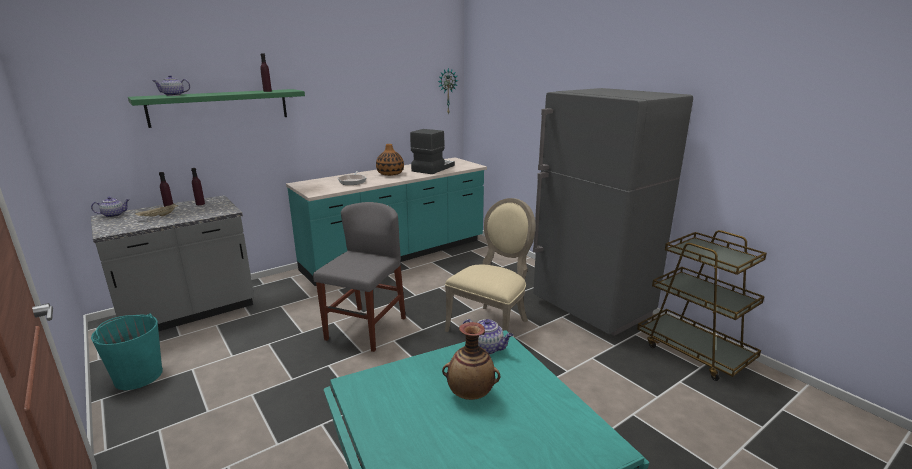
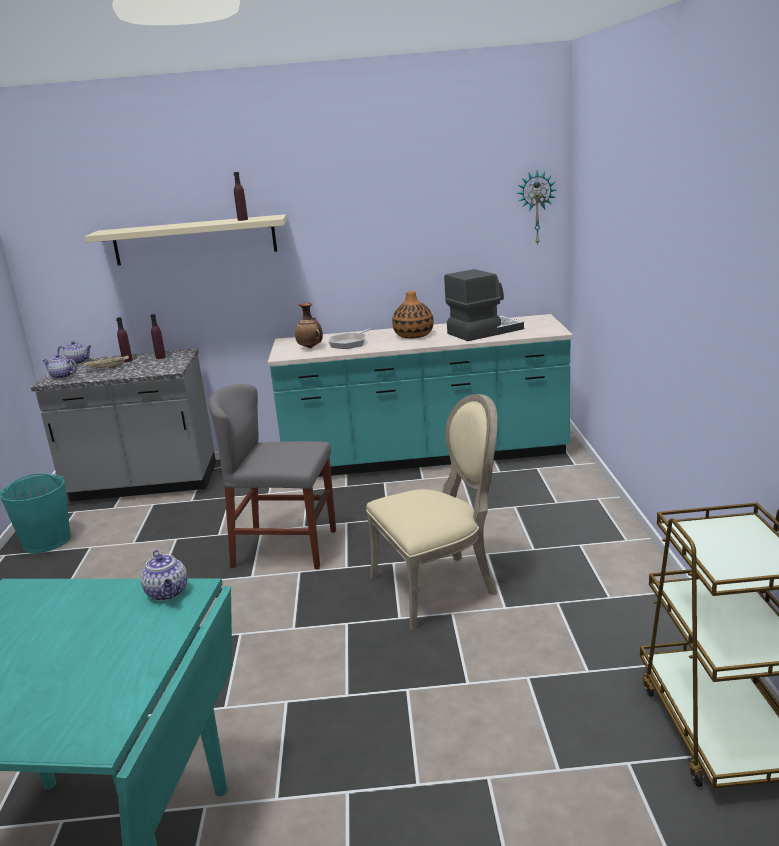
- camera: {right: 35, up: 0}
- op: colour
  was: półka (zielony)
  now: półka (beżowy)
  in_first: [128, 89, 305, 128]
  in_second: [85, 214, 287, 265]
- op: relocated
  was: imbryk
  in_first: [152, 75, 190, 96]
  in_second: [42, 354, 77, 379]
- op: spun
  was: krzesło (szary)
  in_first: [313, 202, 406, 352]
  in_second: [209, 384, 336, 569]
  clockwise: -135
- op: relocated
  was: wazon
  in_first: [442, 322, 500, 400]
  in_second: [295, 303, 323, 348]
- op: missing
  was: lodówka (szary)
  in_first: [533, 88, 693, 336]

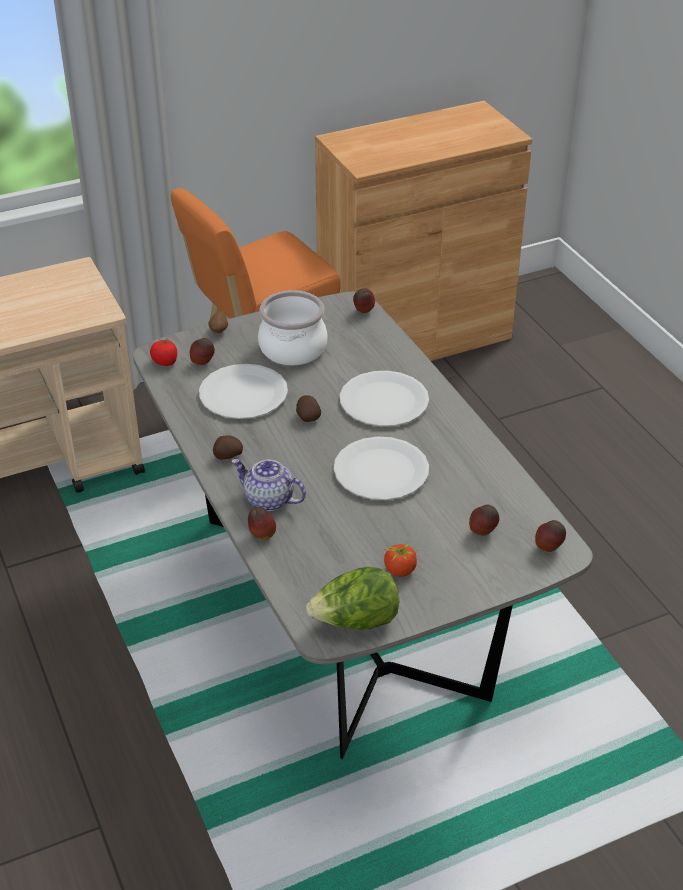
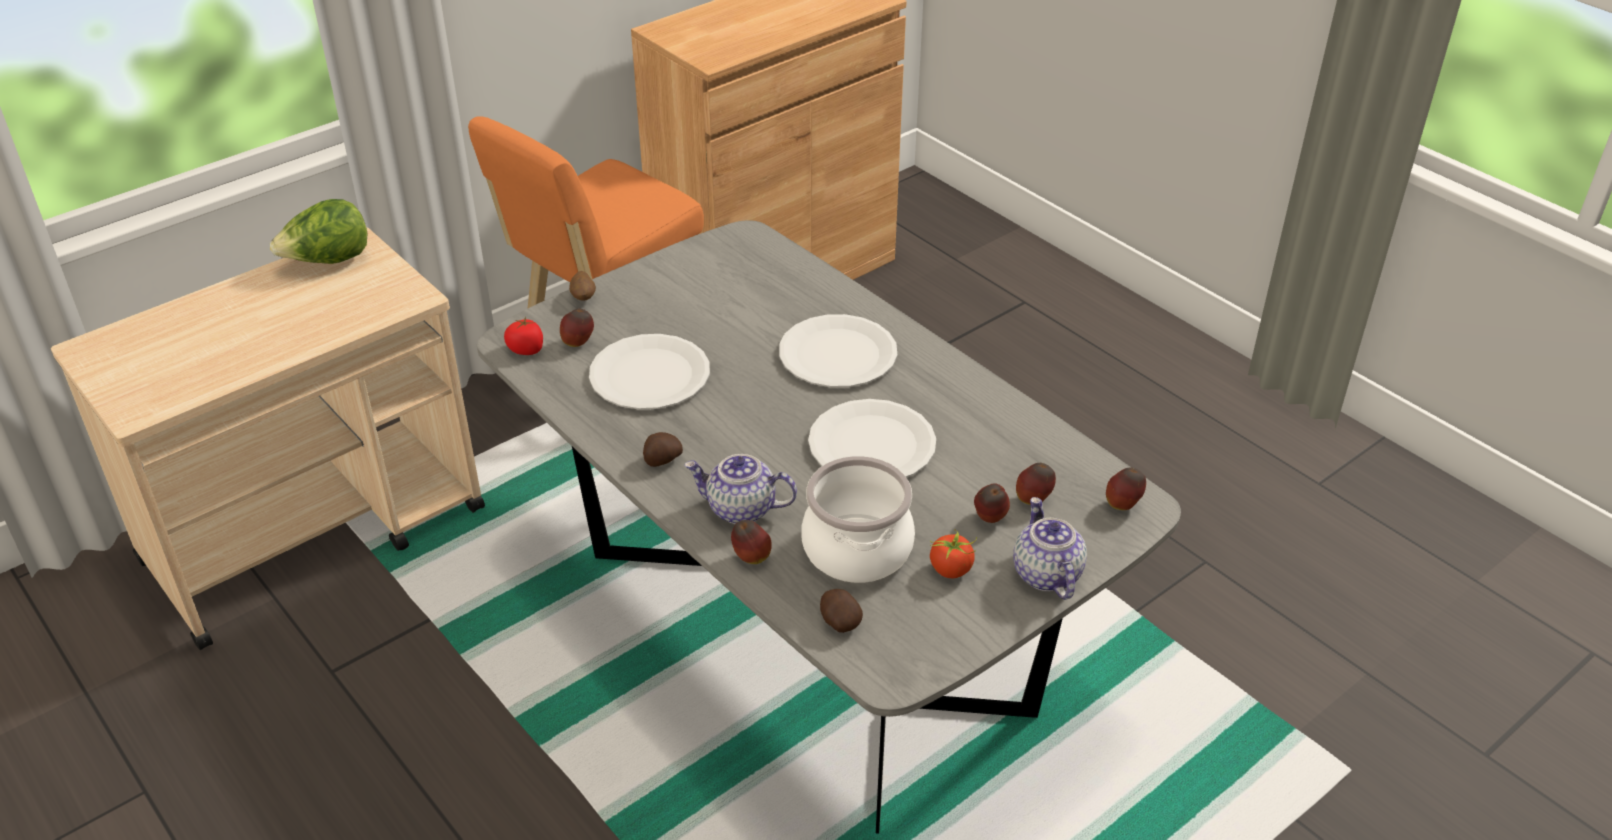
- camera: {right: -15, up: 0}
- op: relocated
  was: garnek
  in_first: [258, 290, 328, 365]
  in_second: [801, 456, 915, 583]
- op: relocated
  was: ziemniak
  in_first: [296, 395, 321, 422]
  in_second: [820, 589, 863, 633]
- op: relocated
  was: sałata
  in_first: [306, 567, 399, 630]
  in_second: [270, 199, 367, 264]
- op: relocated
  was: jabłko
  in_first: [353, 288, 375, 313]
  in_second: [974, 483, 1010, 523]
- op: appeared
  now: imbryk
  in_second: [1013, 497, 1087, 600]

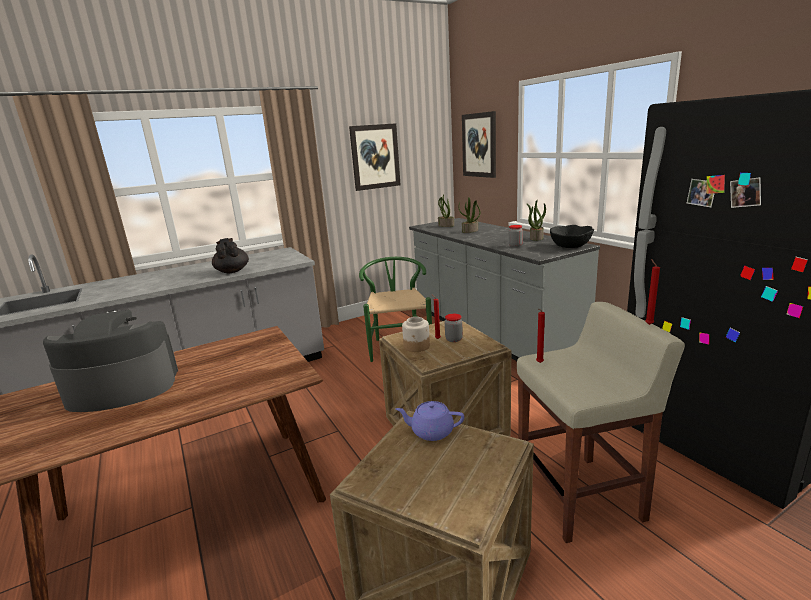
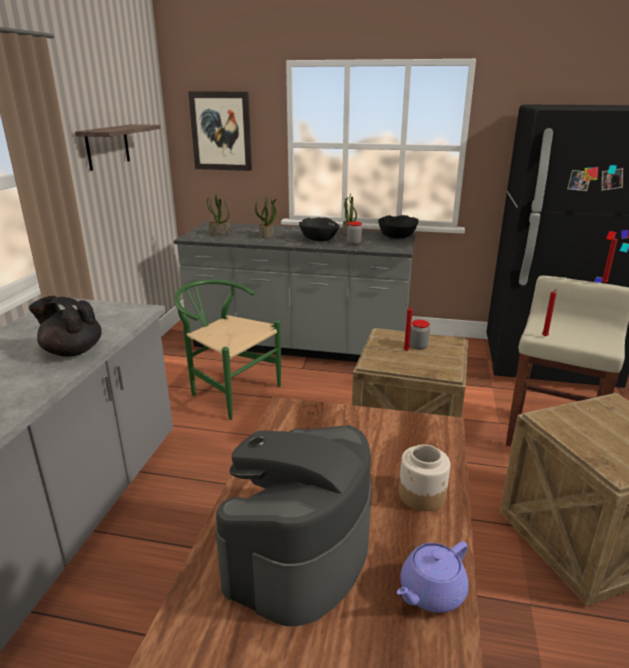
- camera: {right: -50, up: 5}
- op: exchanged
  was: obraz
  now: półka
  in_first: [349, 123, 401, 191]
  in_second: [75, 124, 161, 171]
- op: relocated
  was: imbryk (fioletowy)
  in_first: [396, 401, 464, 441]
  in_second: [397, 541, 469, 613]
- op: relocated
  was: słoik
  in_first: [402, 317, 430, 352]
  in_second: [399, 445, 450, 511]
- op: appeared
  now: miska (czarny)
  in_second: [299, 217, 339, 241]

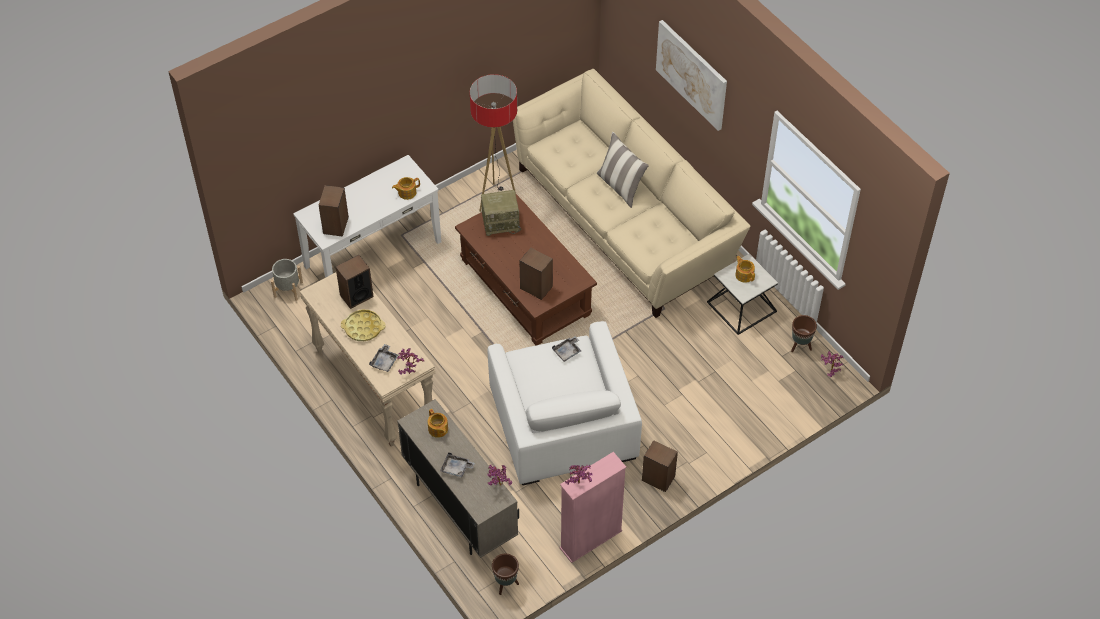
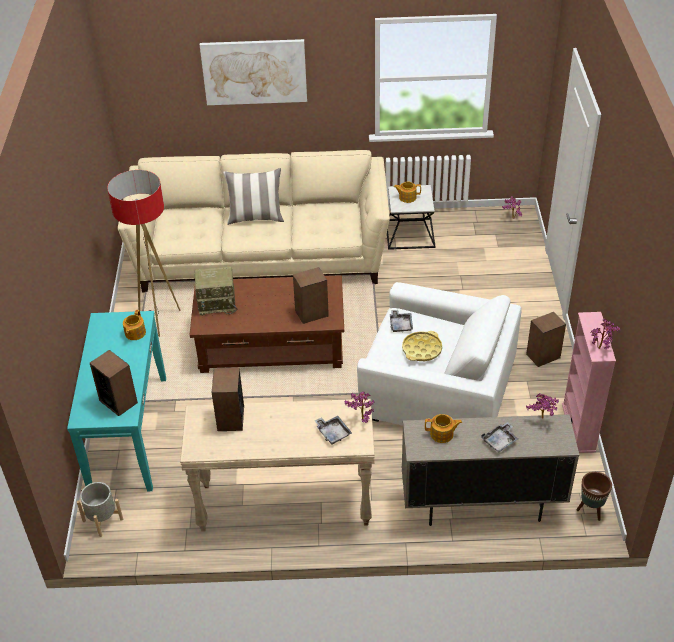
- camera: {right: -55, up: -10}
- op: colour
  was: stolik konsolowy (biały)
  now: stolik konsolowy (turkusowy)
  in_first: [293, 155, 441, 278]
  in_second: [67, 311, 166, 491]
- op: relocated
  was: taca (żółty)
  in_first: [341, 310, 385, 341]
  in_second: [402, 331, 442, 361]
- op: spun
  was: radio
  in_first: [481, 190, 521, 236]
  in_second: [194, 266, 237, 316]
  clockwise: 60
- op: missing
  was: donica (brązowy)
  in_first: [791, 315, 817, 352]

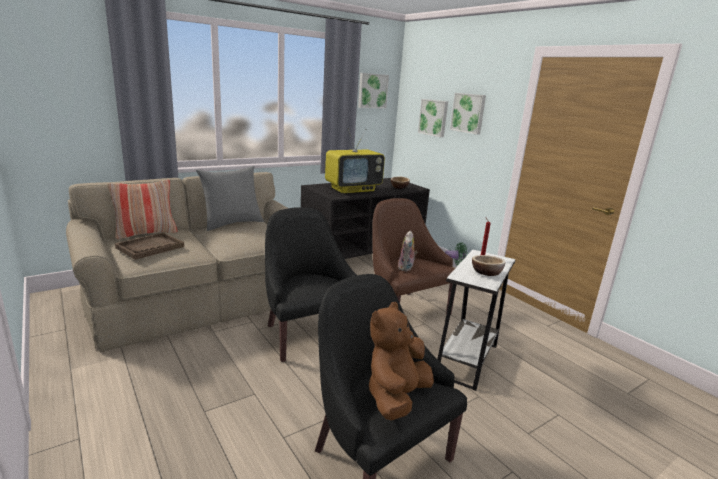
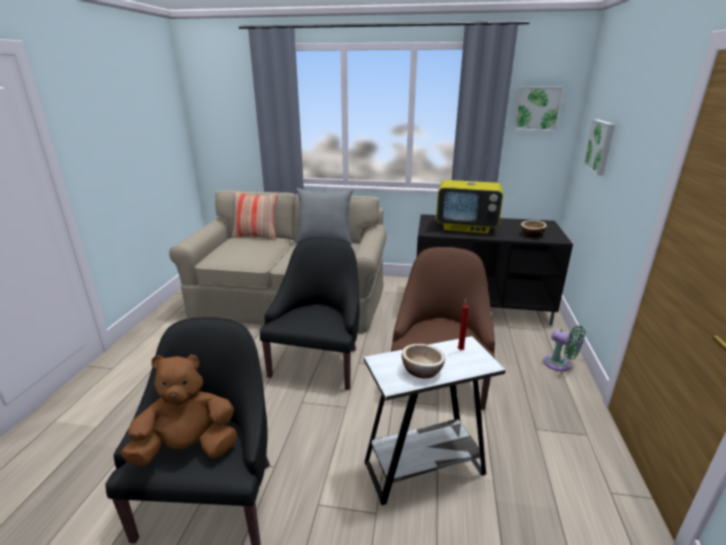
- camera: {right: 45, up: 5}
- op: missing
  was: taca (brązowy)
  in_first: [115, 232, 184, 260]
- op: missing
  was: pluszak
  in_first: [398, 231, 417, 271]
- op: missing
  was: obraz
  in_first: [450, 93, 486, 135]

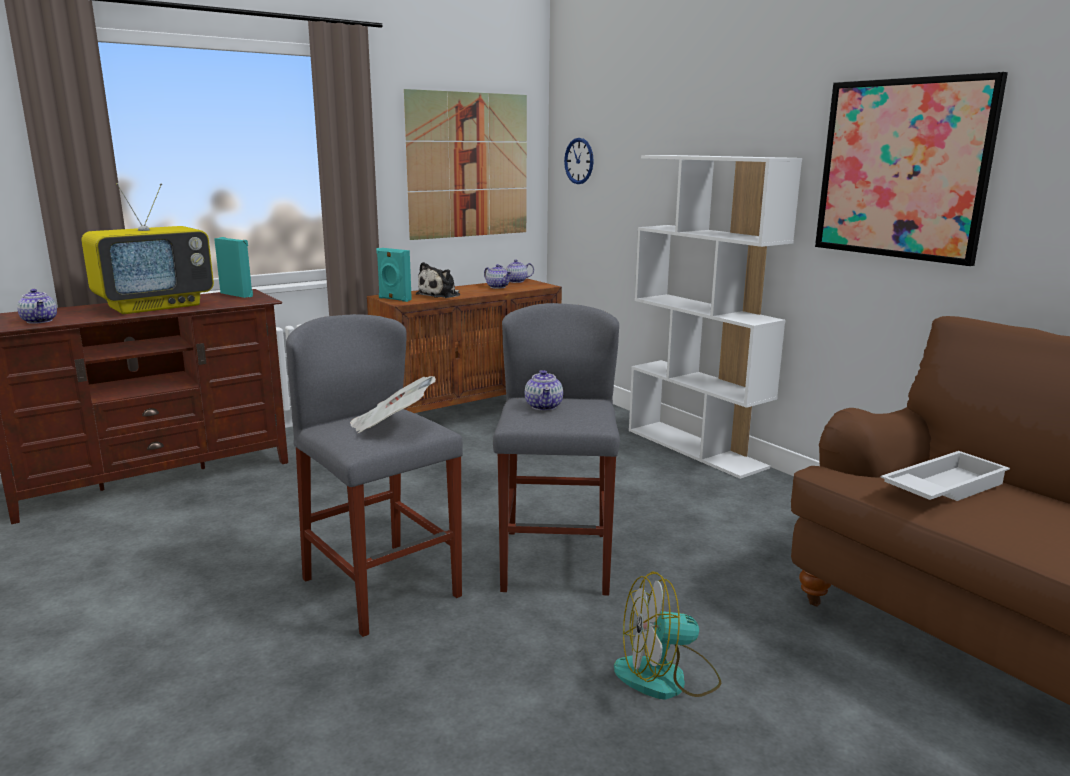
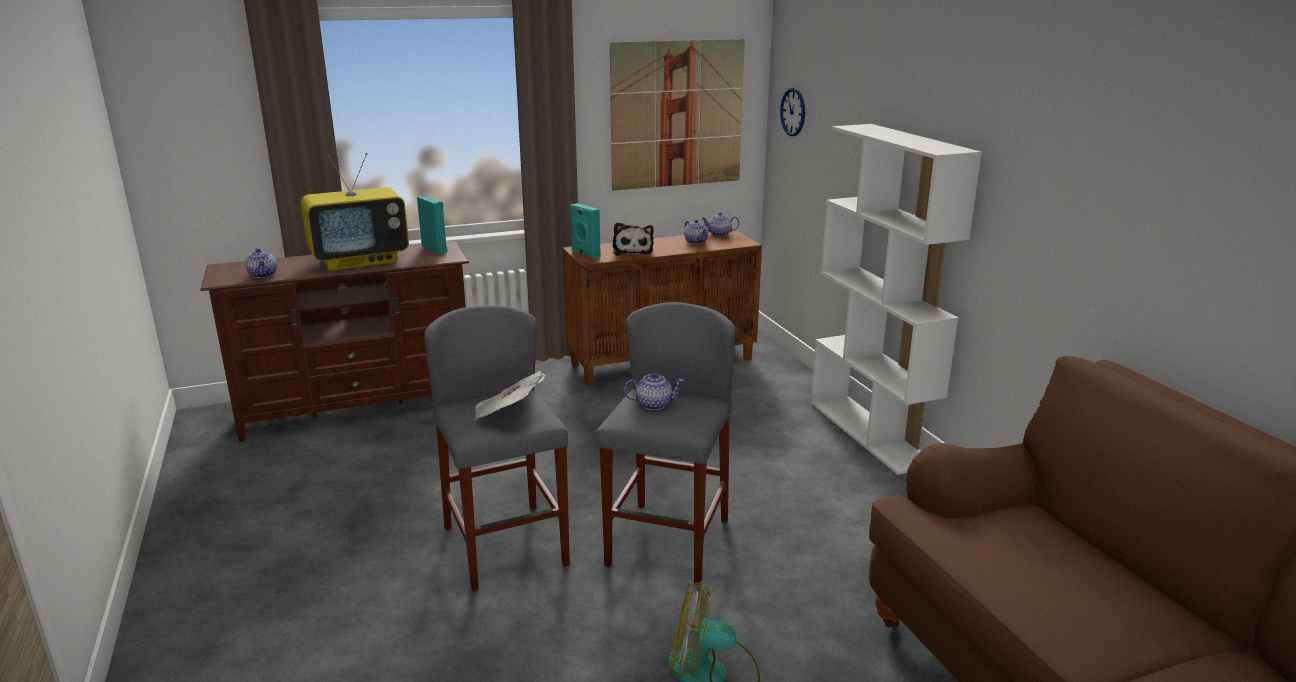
- camera: {right: 15, up: 5}
- op: spun
  was: pluszak
  in_first: [416, 262, 460, 298]
  in_second: [613, 222, 654, 256]
  clockwise: -60
- op: spun
  was: imbryk
  in_first: [525, 370, 563, 410]
  in_second: [624, 372, 684, 410]
  clockwise: -105
- op: missing
  was: obraz
  in_first: [815, 72, 1008, 266]
- op: missing
  was: taca (biały)
  in_first: [881, 451, 1010, 501]

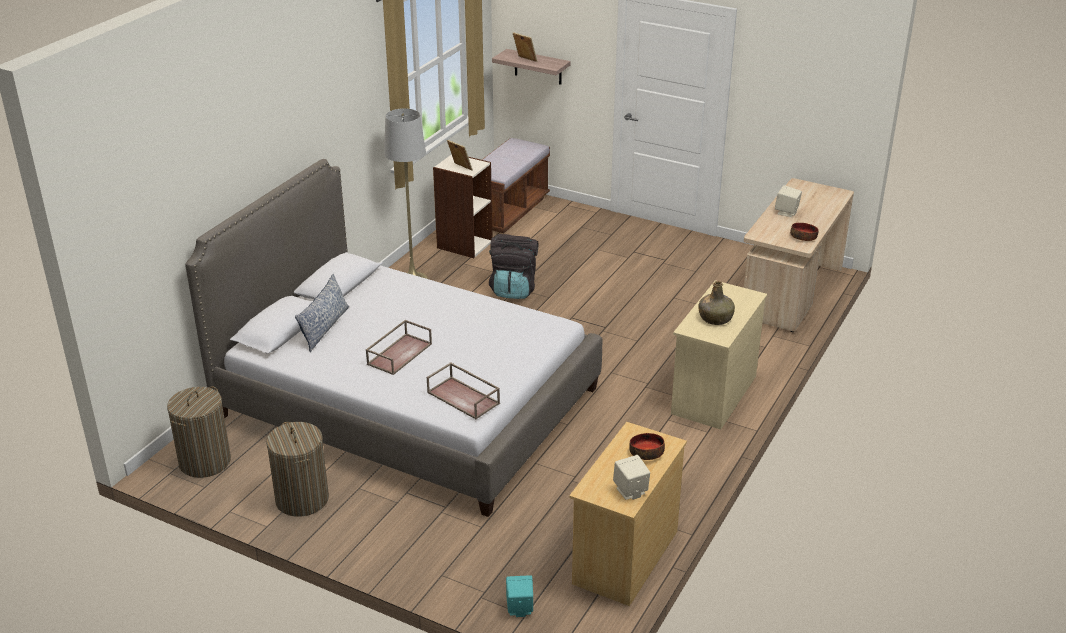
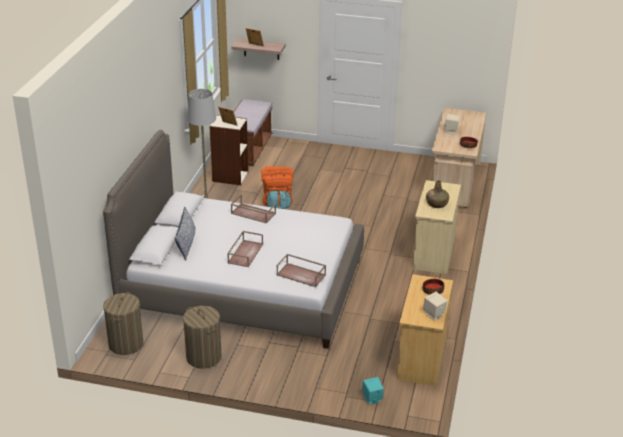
- camera: {right: -15, up: 0}
- op: colour
  was: plecak (czarny)
  now: plecak (pomarańczowy)
  in_first: [489, 234, 538, 299]
  in_second: [261, 166, 293, 209]
- op: appeared
  now: taca (brązowy)
  in_second: [231, 195, 276, 223]

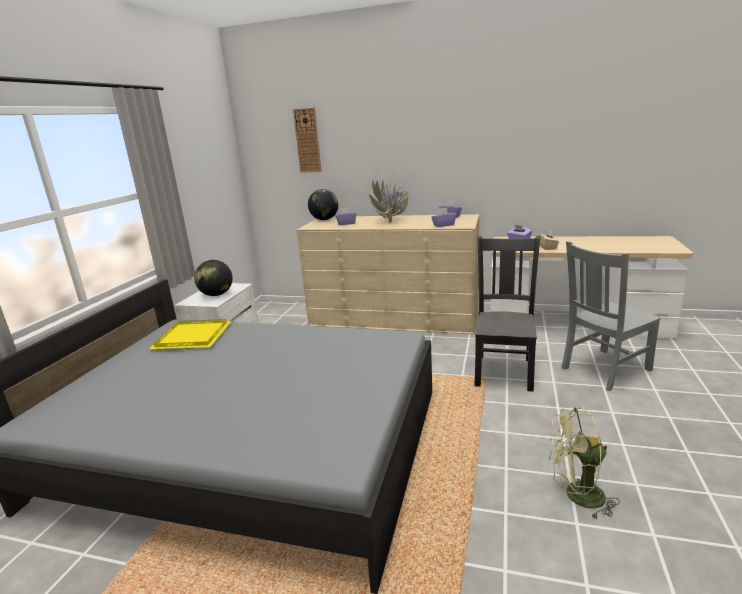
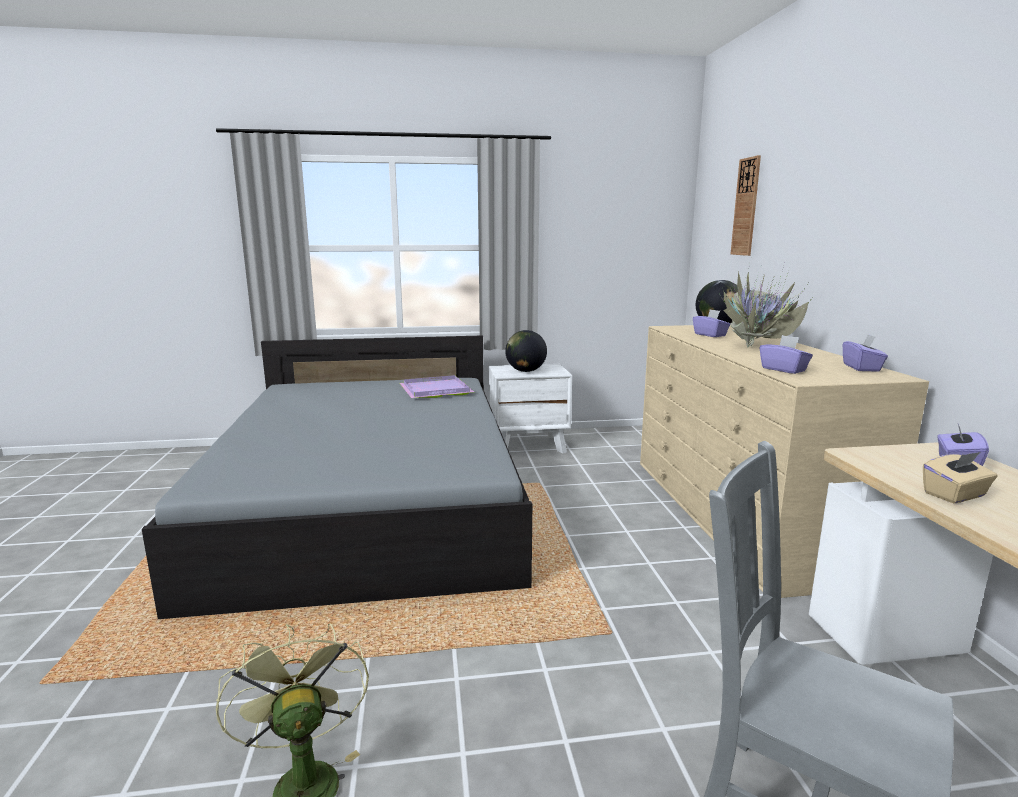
- camera: {right: 65, up: -5}
- op: colour
  was: taca (żółty)
  now: taca (fioletowy)
  in_first: [149, 319, 231, 350]
  in_second: [400, 375, 474, 398]
- op: missing
  was: krzesło (czarny)
  in_first: [474, 236, 540, 392]

